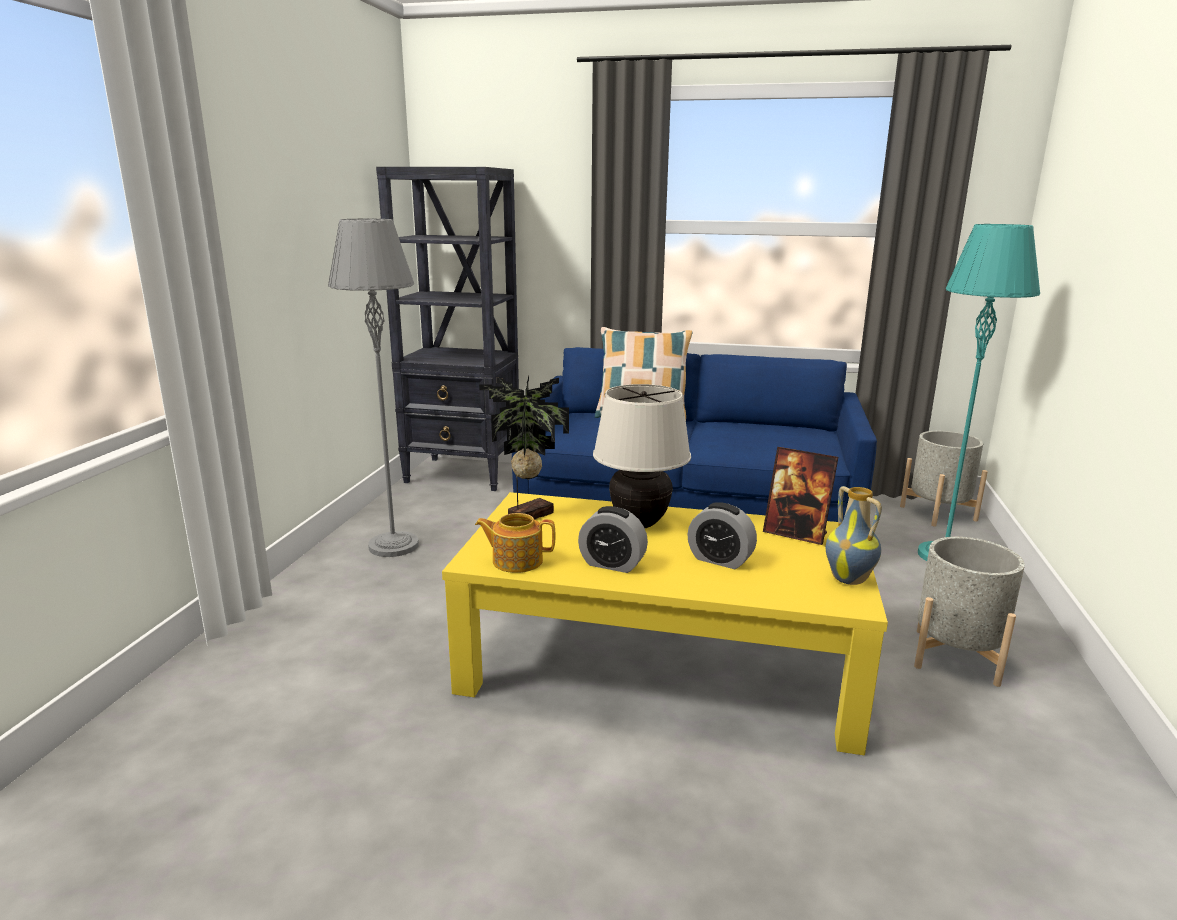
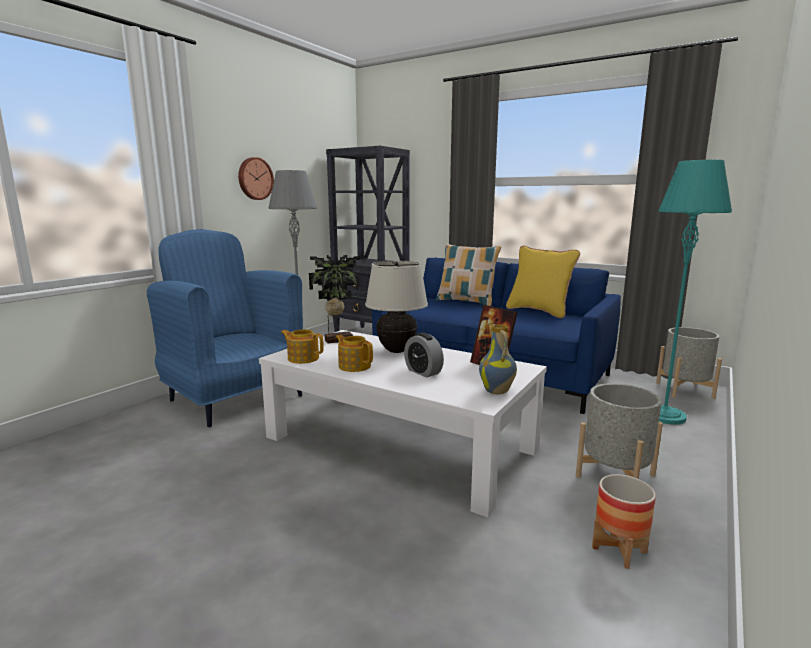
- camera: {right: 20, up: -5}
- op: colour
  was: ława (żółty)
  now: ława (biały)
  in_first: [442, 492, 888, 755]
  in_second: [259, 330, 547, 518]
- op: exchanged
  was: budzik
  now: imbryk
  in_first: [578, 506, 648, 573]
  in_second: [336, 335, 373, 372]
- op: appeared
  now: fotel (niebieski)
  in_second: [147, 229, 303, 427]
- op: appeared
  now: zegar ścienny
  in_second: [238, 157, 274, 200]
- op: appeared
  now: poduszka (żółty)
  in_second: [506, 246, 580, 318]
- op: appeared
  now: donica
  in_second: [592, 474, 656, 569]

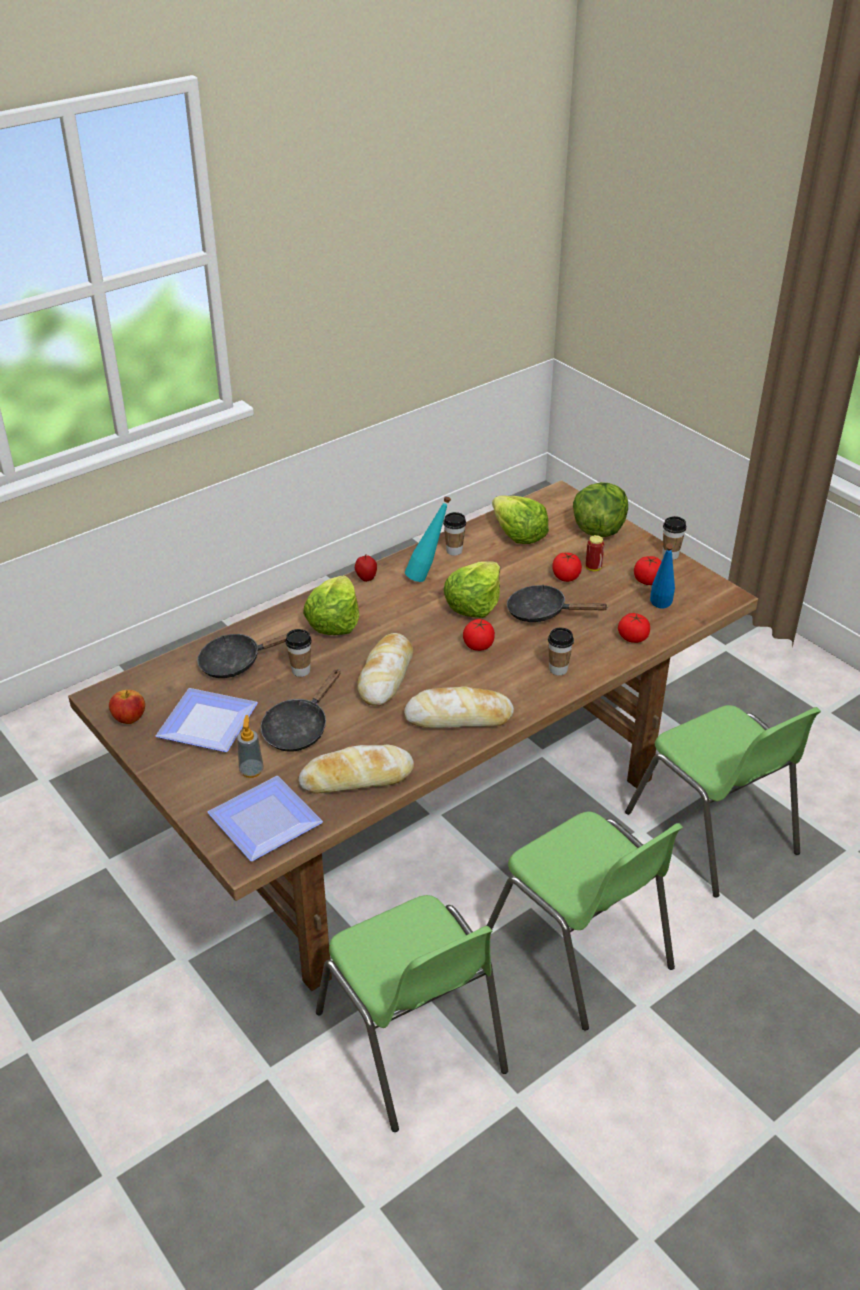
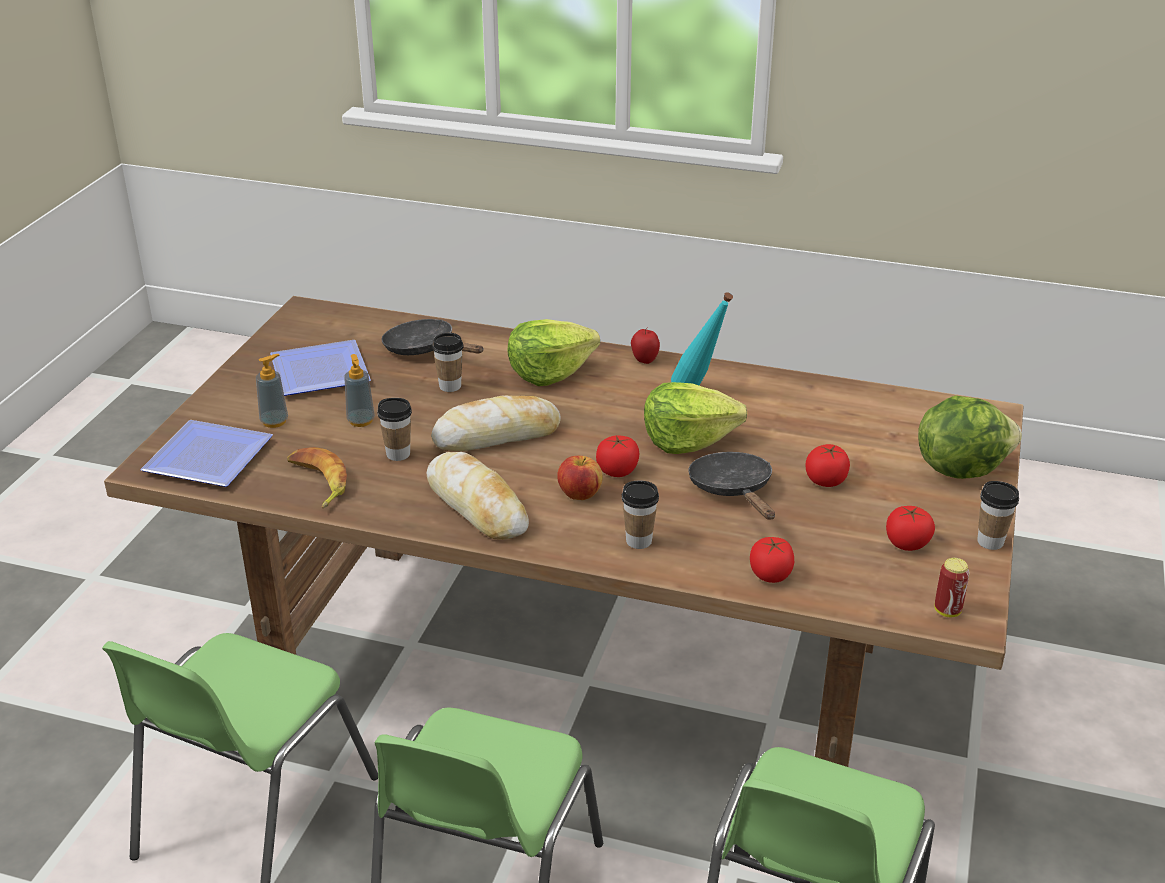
- camera: {right: 55, up: -5}
- op: relocated
  was: jabłko
  in_first: [109, 690, 145, 724]
  in_second: [557, 456, 603, 500]
- op: exchanged
  was: patelnia (czarny)
  now: dozownik mydła
  in_first: [261, 669, 340, 751]
  in_second: [344, 354, 375, 427]
- op: exchanged
  was: chleb
  now: banan
  in_first: [299, 745, 414, 794]
  in_second: [287, 447, 347, 508]
- op: relocated
  was: filiżanka
  in_first: [443, 512, 466, 556]
  in_second: [377, 398, 412, 461]
- op: missing
  was: sałata
  in_first: [492, 496, 549, 544]
- op: relocated
  was: puszka
  in_first: [586, 535, 604, 571]
  in_second: [935, 558, 970, 617]
- op: missing
  was: butelka (niebieski)
  in_first: [650, 543, 675, 608]

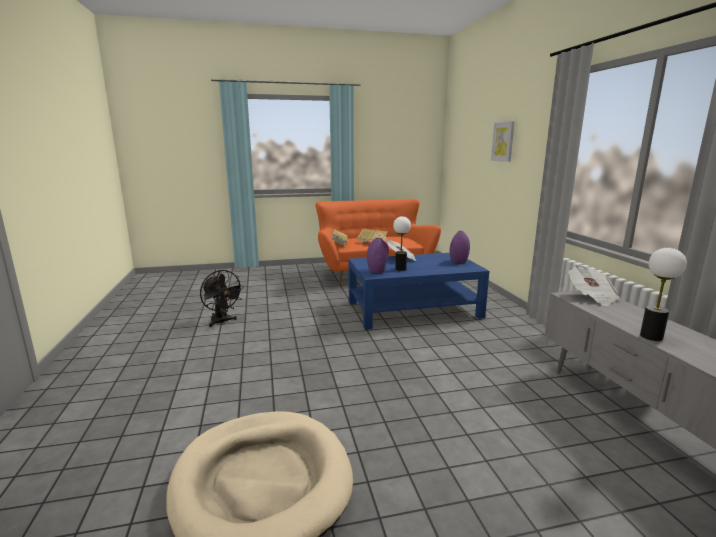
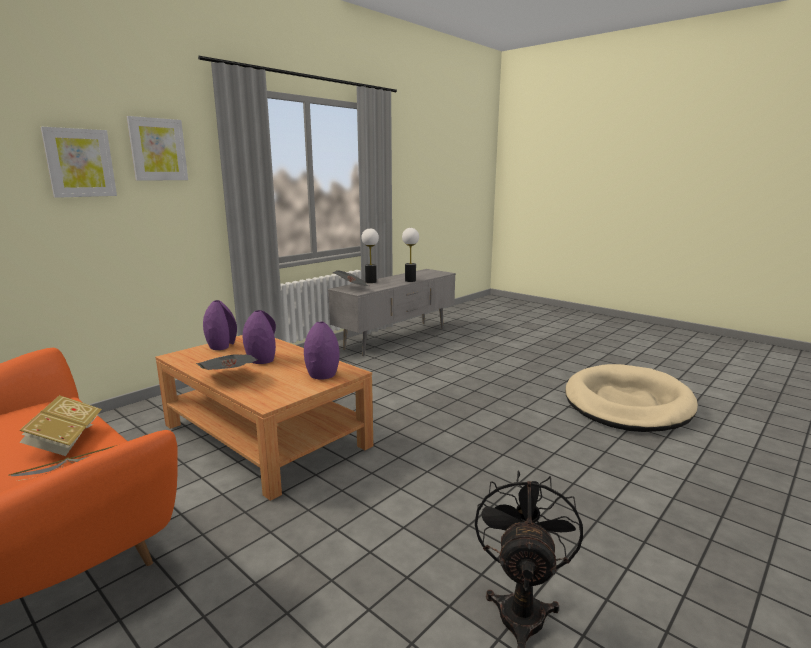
- camera: {right: -125, up: 0}
- op: colour
  was: ława (niebieski)
  now: ława (brązowy)
  in_first: [348, 253, 490, 330]
  in_second: [155, 335, 373, 501]
- op: relocated
  was: lampa stołowa
  in_first: [393, 216, 411, 271]
  in_second: [361, 228, 379, 283]
- op: appeared
  now: obraz
  in_second: [126, 116, 188, 181]
- op: appeared
  now: wazon (fioletowy)
  in_second: [242, 310, 276, 364]

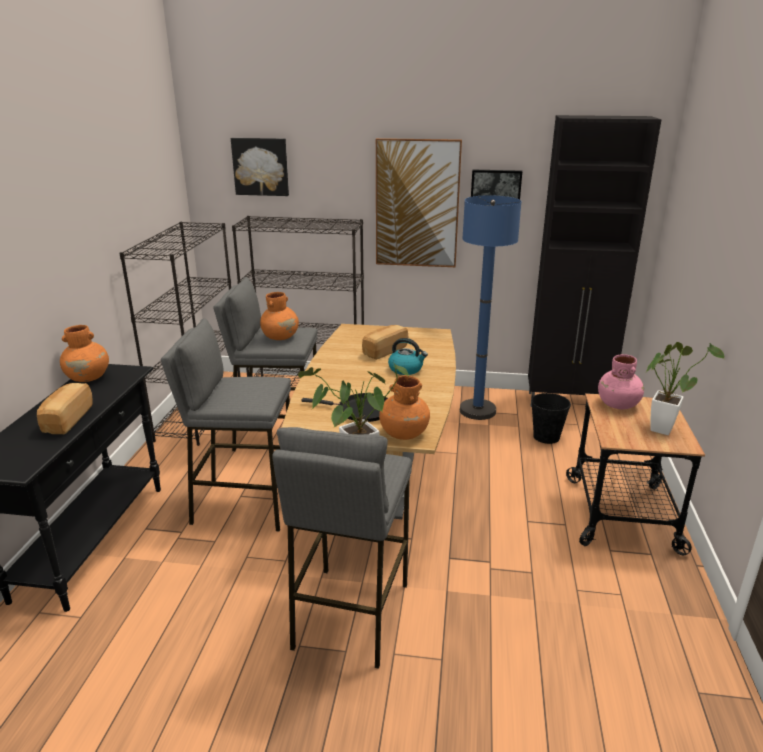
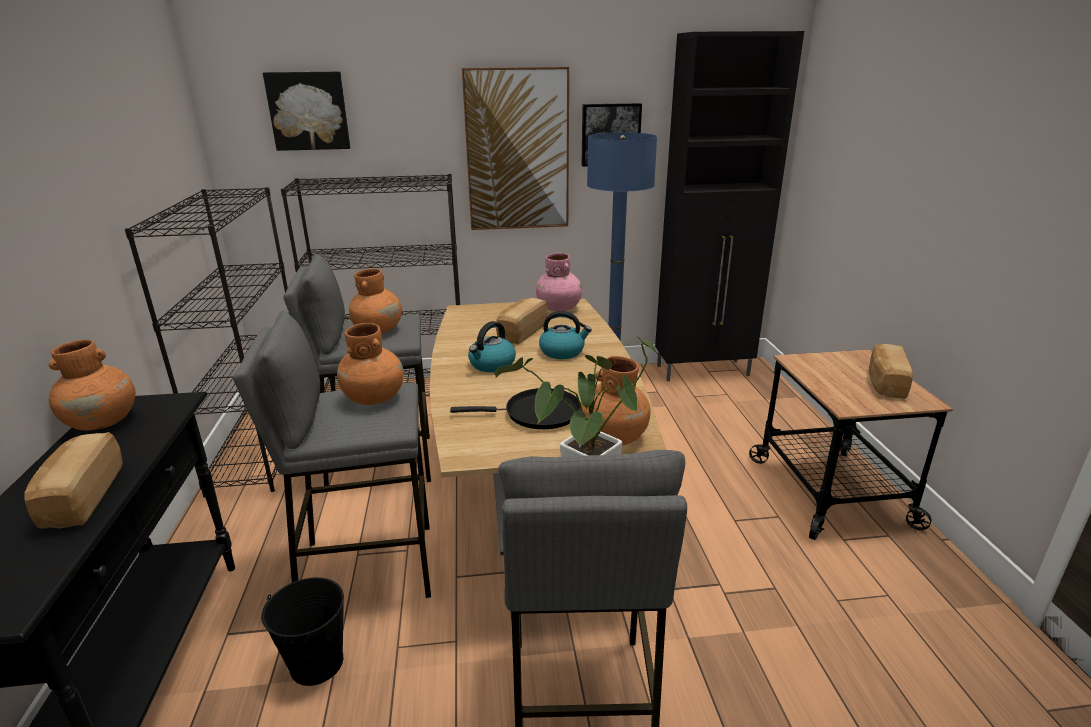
- camera: {right: -15, up: 0}
- op: relocated
  was: wiadro (czarny)
  in_first: [531, 393, 571, 444]
  in_second: [261, 577, 344, 686]
- op: relocated
  was: wazon (różowy)
  in_first: [598, 354, 644, 409]
  in_second: [536, 253, 582, 311]
- op: exchanged
  was: roślina doniczkowa
  now: chleb
  in_first: [646, 342, 724, 435]
  in_second: [869, 344, 913, 399]
- op: appeared
  now: wazon (pomarańczowy)
  in_second: [337, 323, 404, 405]
- op: appeared
  now: czajnik
  in_second: [468, 321, 516, 372]

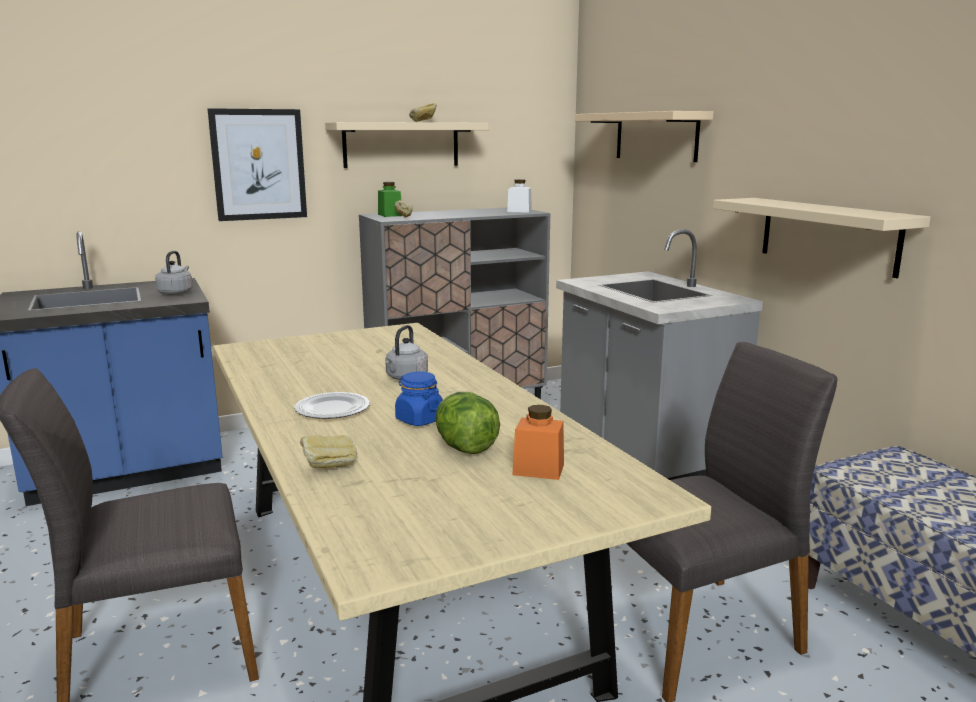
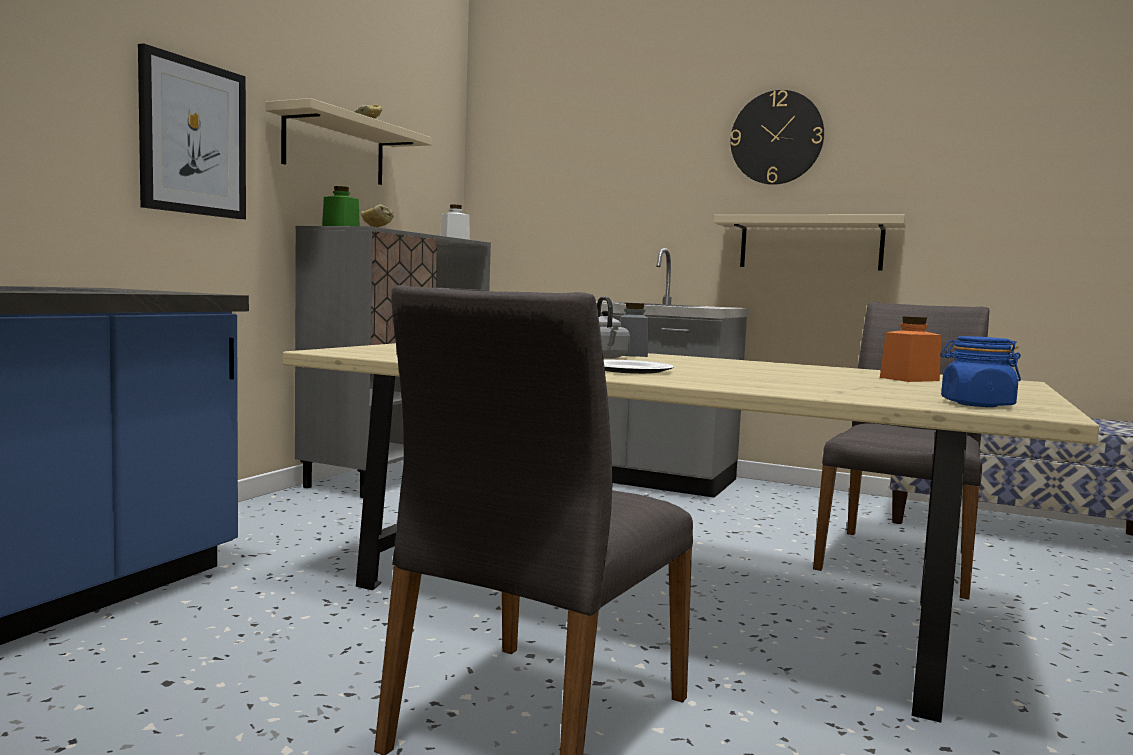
- camera: {right: -40, up: -10}
- op: missing
  was: czajnik (szary)
  in_first: [155, 251, 193, 295]
- op: missing
  was: chleb
  in_first: [300, 435, 357, 469]
- op: relocated
  was: słoik (niebieski)
  in_first: [395, 372, 443, 426]
  in_second: [940, 336, 1021, 407]
- op: missing
  was: sałata
  in_first: [435, 392, 500, 454]
- op: missing
  was: półka (beżowy)
  in_first: [575, 111, 714, 162]
- op: appeared
  now: słoik (szary)
  in_second: [621, 303, 649, 357]
- op: appeared
  now: zegar ścienny
  in_second: [730, 90, 824, 185]

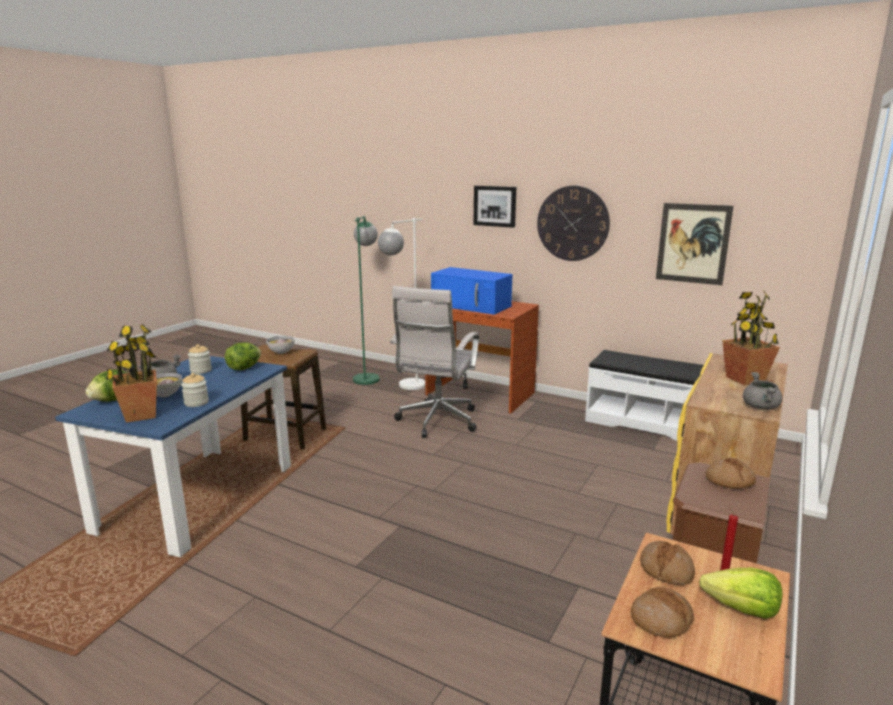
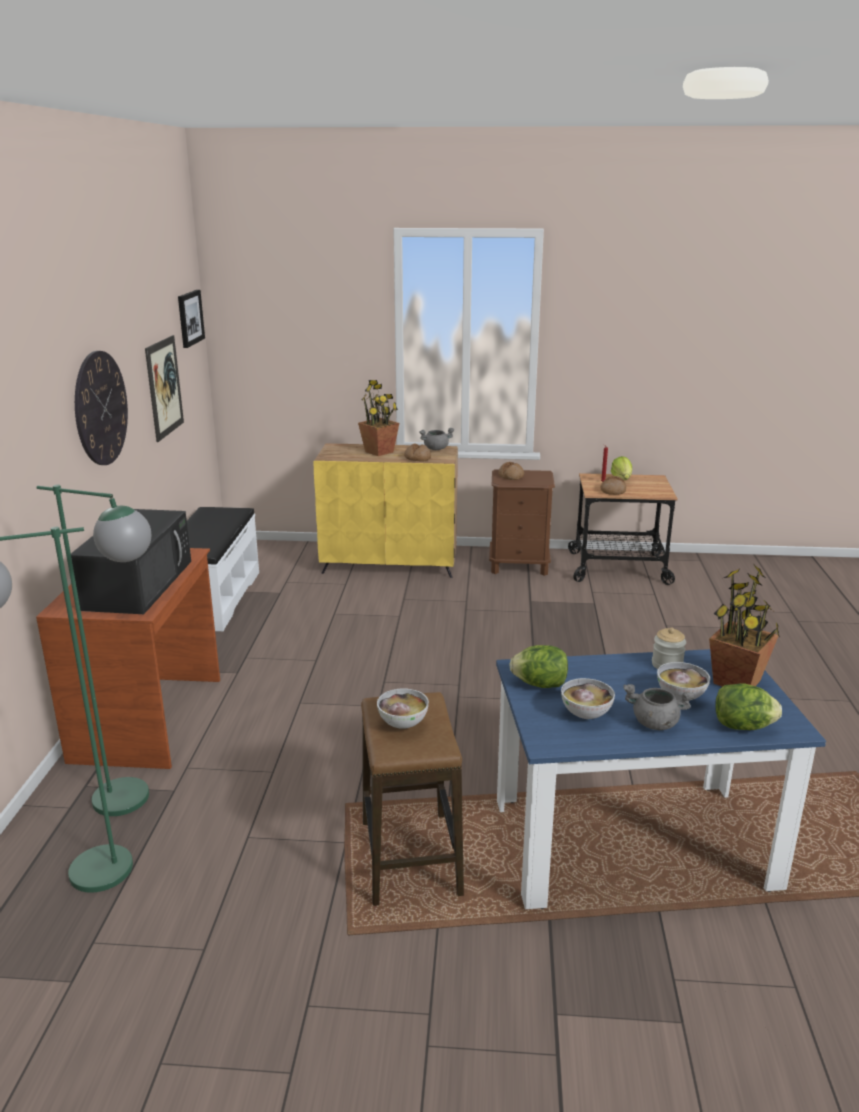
- camera: {right: -115, up: 5}
- op: exchanged
  was: słoik
  now: miska
  in_first: [188, 344, 212, 374]
  in_second: [561, 678, 615, 719]
- op: colour
  was: lampa stojąca (biały)
  now: lampa stojąca (zielony)
  in_first: [378, 218, 425, 390]
  in_second: [37, 485, 151, 816]
- op: missing
  was: krzesło biurowe (biały)
  in_first: [390, 286, 479, 438]
- op: colour
  was: mikrofalówka (niebieski)
  now: mikrofalówka (czarny)
  in_first: [431, 267, 512, 315]
  in_second: [71, 509, 191, 614]
- op: relocated
  was: obraz
  in_first: [474, 186, 516, 228]
  in_second: [178, 290, 205, 348]
- op: relocated
  was: chleb
  in_first: [631, 587, 694, 637]
  in_second: [404, 444, 431, 461]

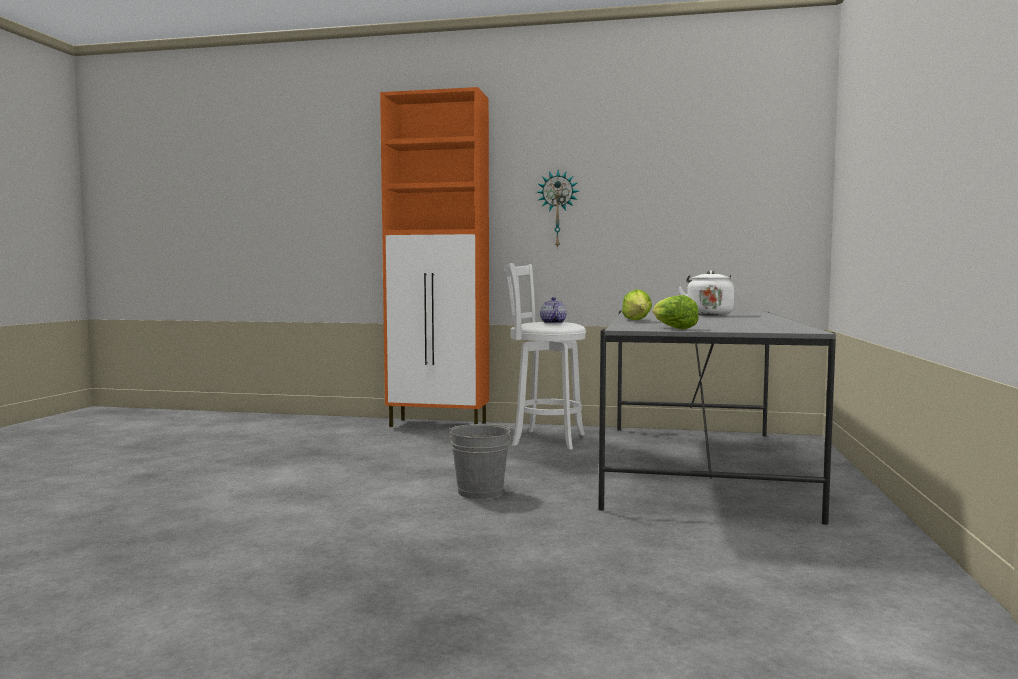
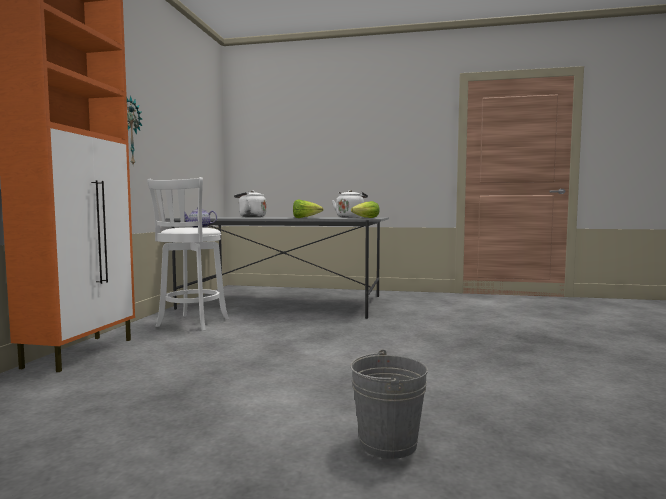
- camera: {right: -90, up: 0}
- op: relocated
  was: wiadro (szary)
  in_first: [446, 424, 514, 499]
  in_second: [350, 349, 428, 459]
- op: appeared
  now: czajnik (biały)
  in_second: [332, 190, 368, 218]

